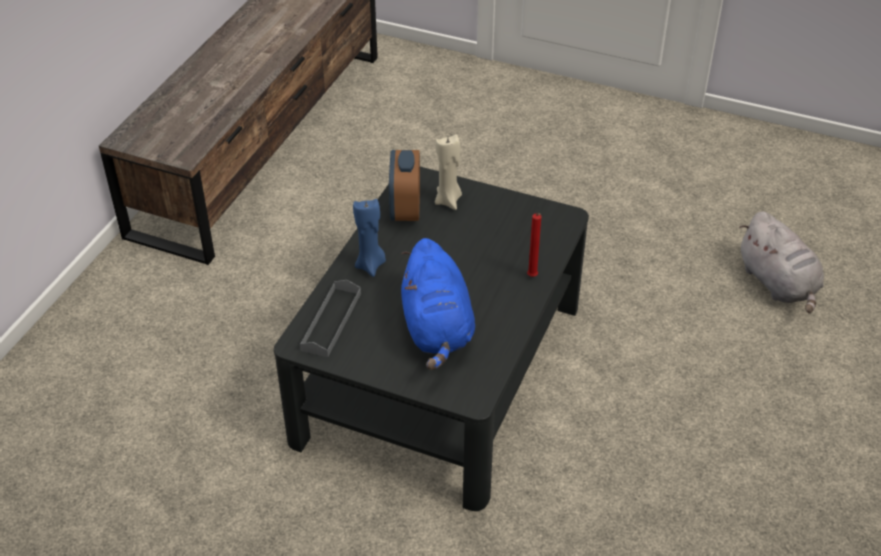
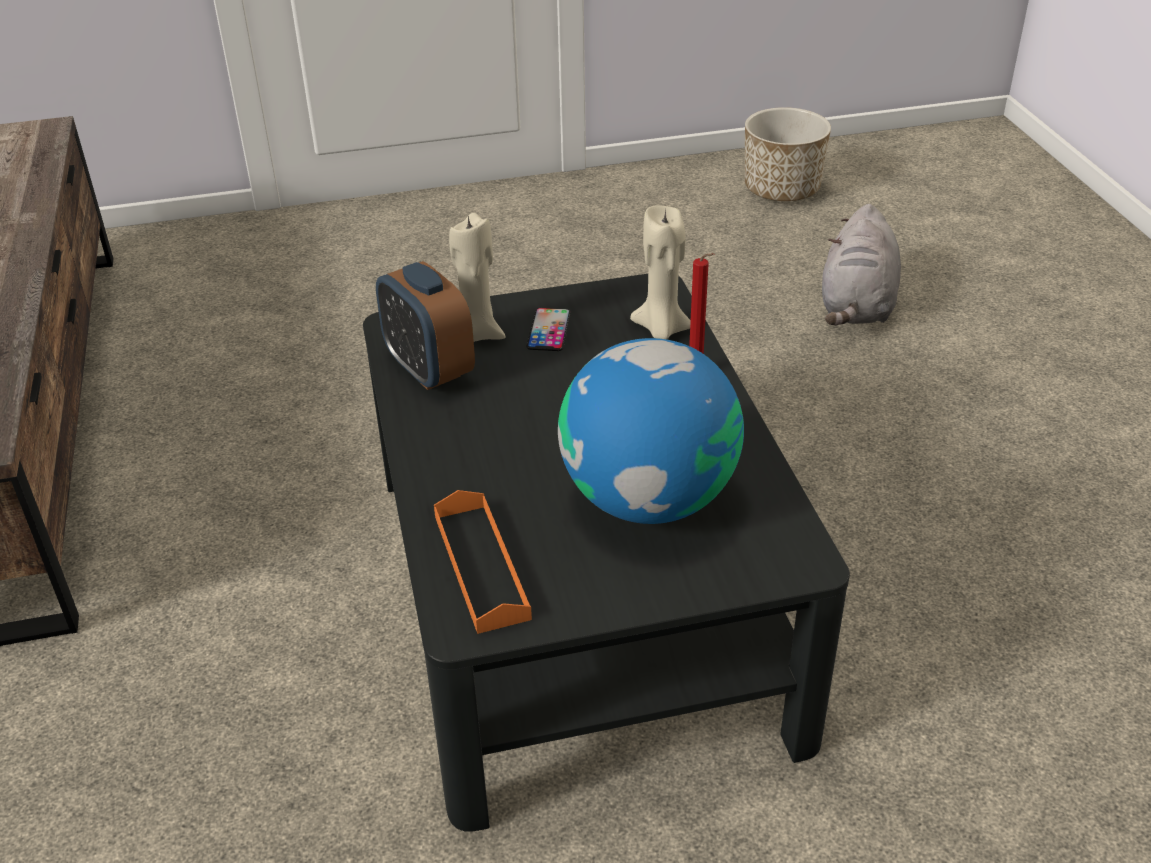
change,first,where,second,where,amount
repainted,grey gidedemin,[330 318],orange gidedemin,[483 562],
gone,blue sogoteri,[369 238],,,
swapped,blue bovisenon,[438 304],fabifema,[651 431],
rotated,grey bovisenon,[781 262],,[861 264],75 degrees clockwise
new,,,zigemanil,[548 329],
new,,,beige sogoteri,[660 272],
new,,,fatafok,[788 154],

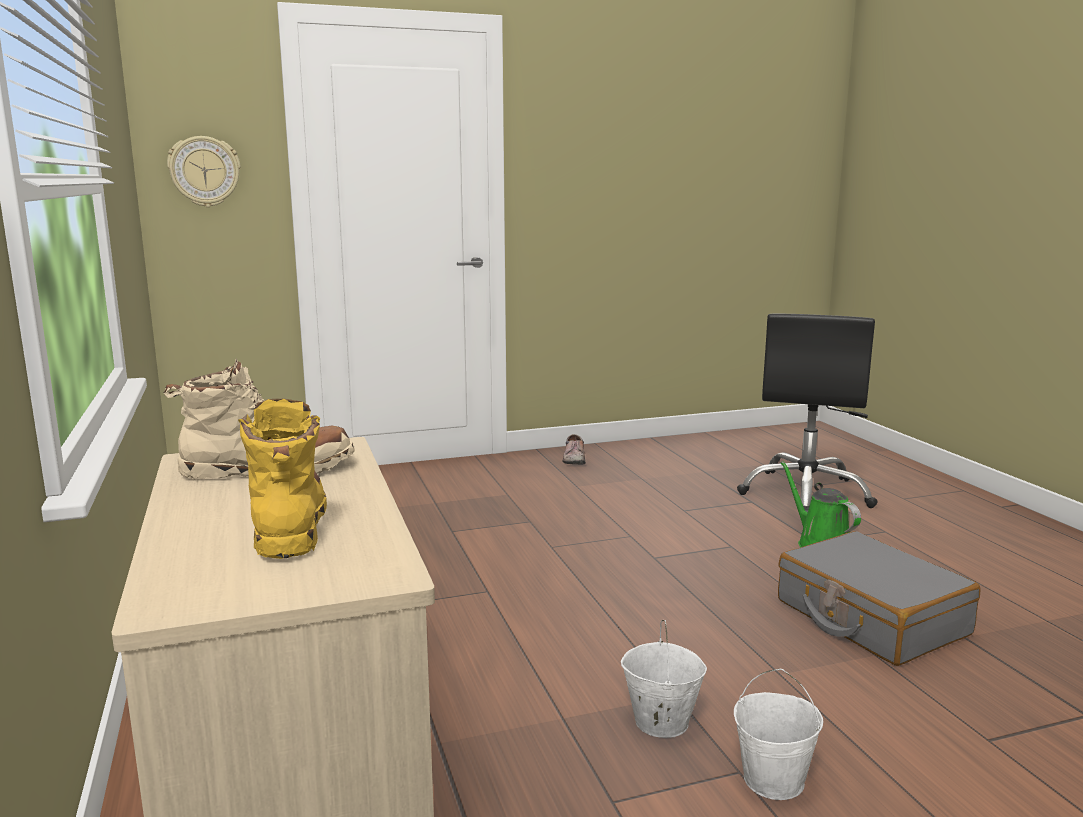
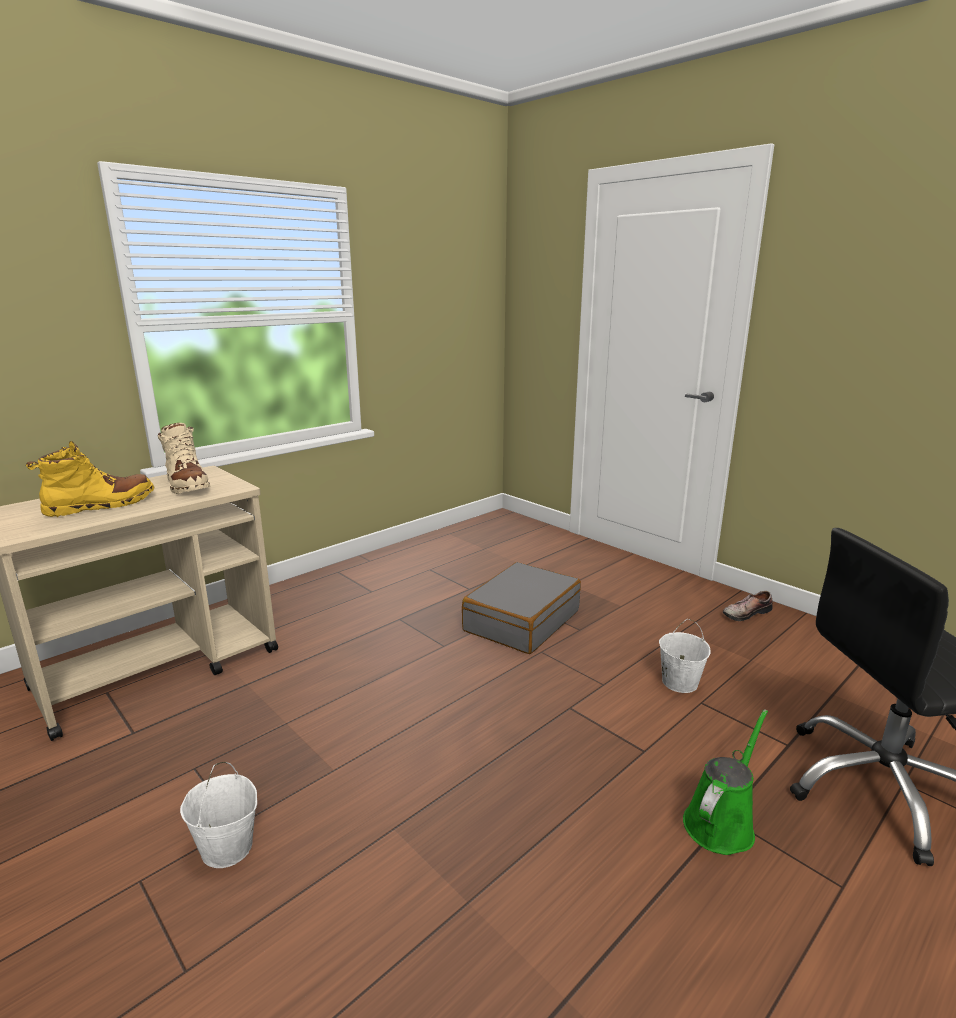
change,first,where,second,where,amount
gone,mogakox,[204 171],,,
shifted,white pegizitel,[664 679],,[685 656],
shifted,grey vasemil,[879 598],,[521 608],

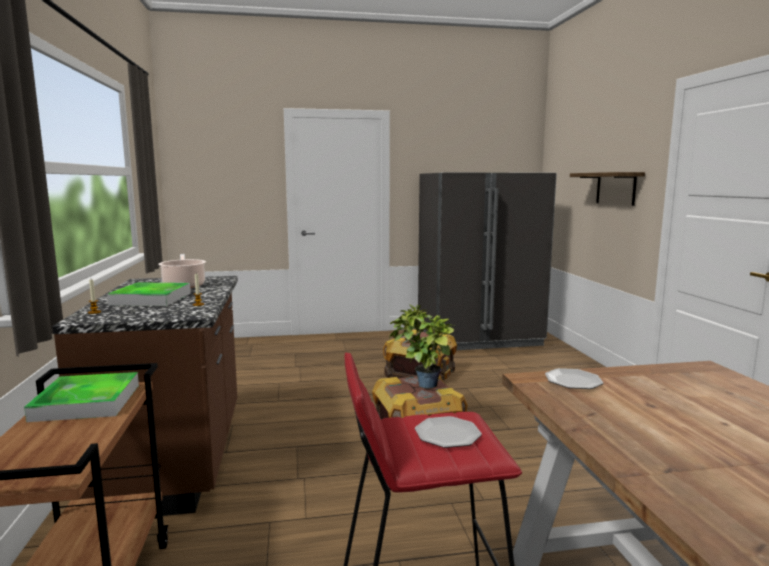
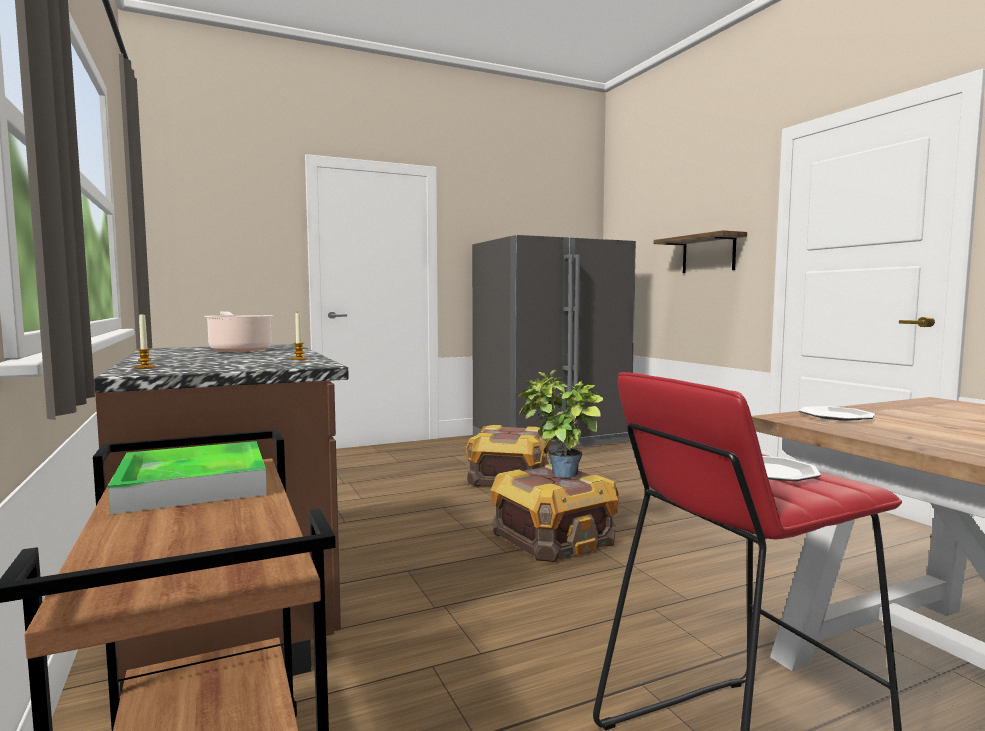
change,first,where,second,where,amount
gone,gidedemin,[149 294],,,

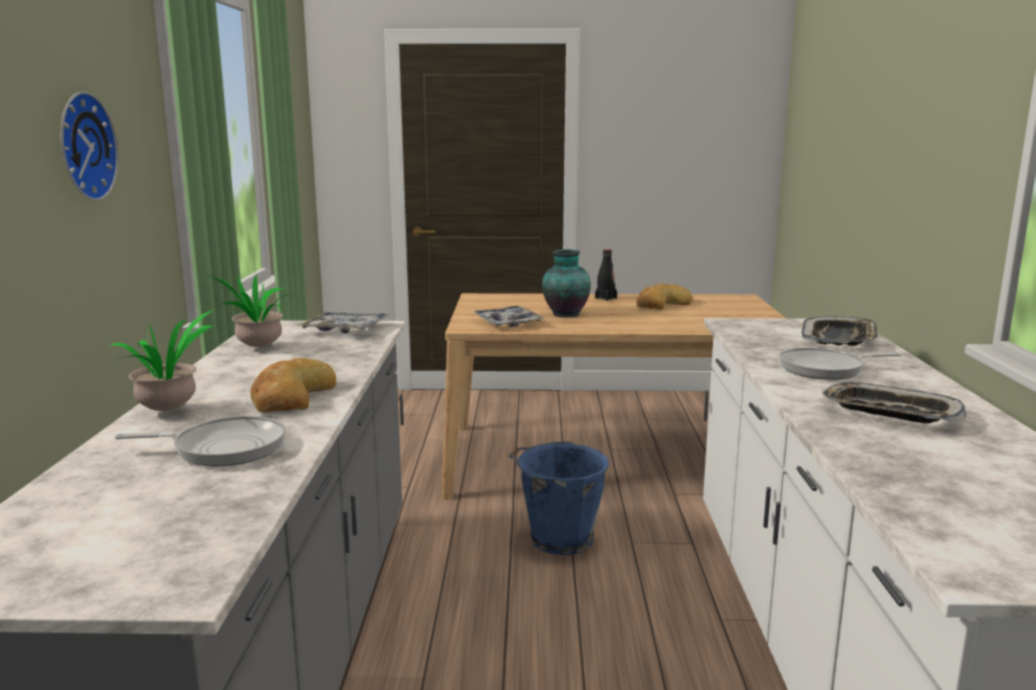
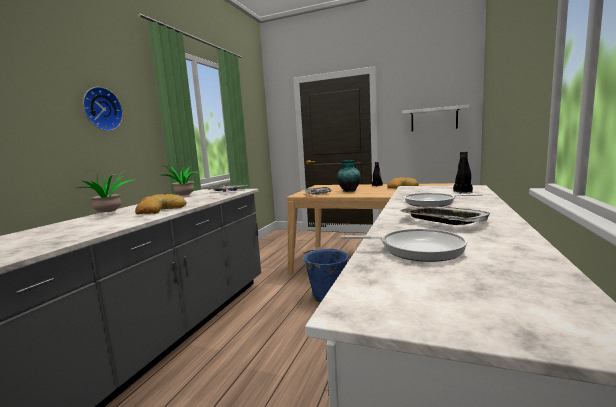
change,first,where,second,where,amount
shifted,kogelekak,[200 441],,[404 245],
swapped,gidedemin,[840 331],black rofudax,[463 172],
new,,,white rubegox,[435 118],

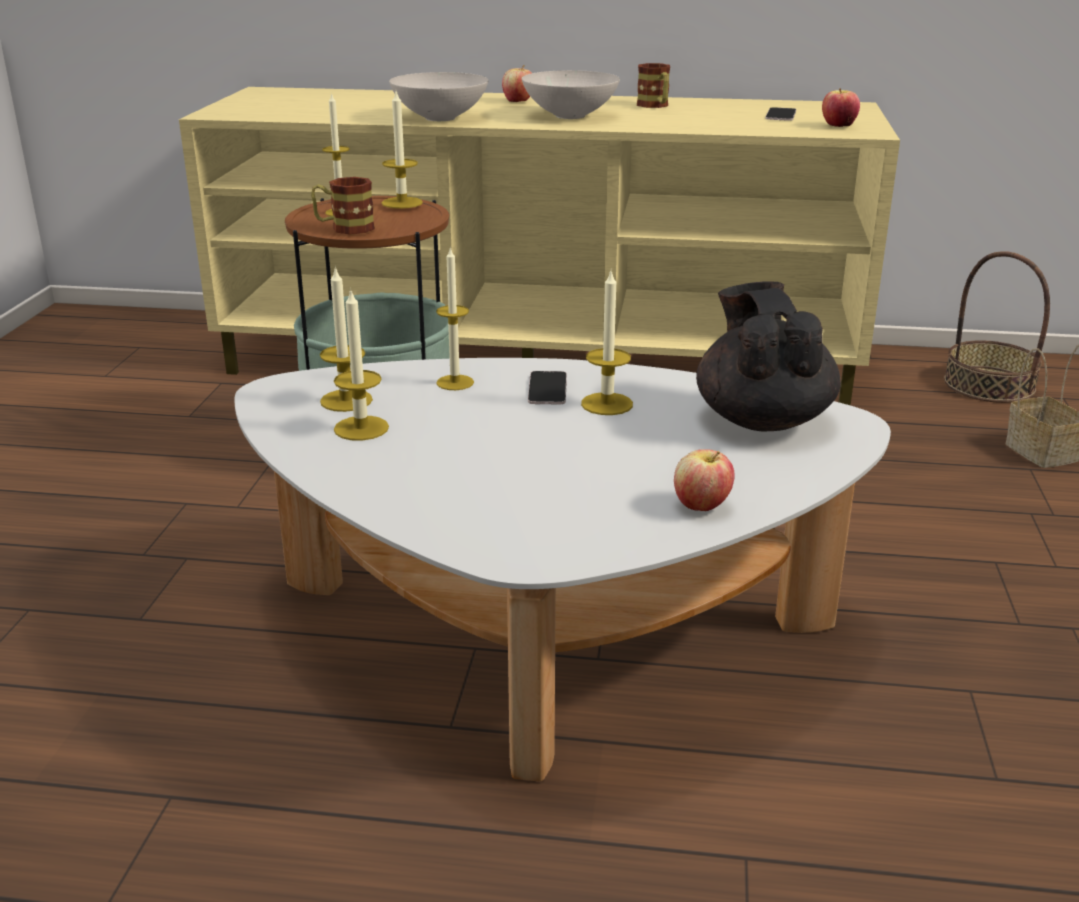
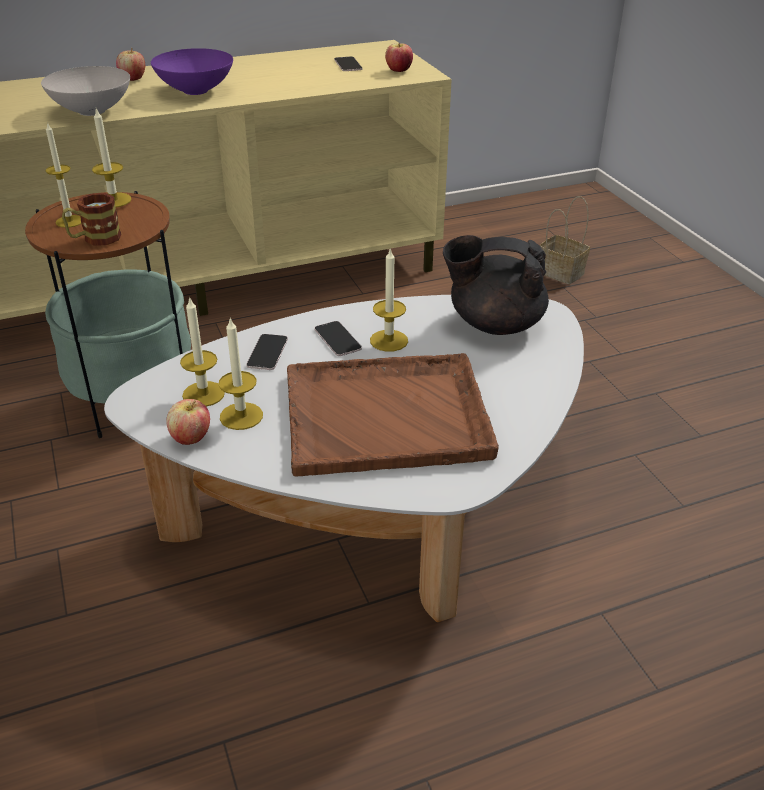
change,first,where,second,where,amount
swapped,sogoteri,[455 318],zigemanil,[267 352],
repainted,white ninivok,[571 94],purple ninivok,[192 71],
gone,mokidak,[653 85],,,
shifted,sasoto,[704 480],,[188 422],
rotated,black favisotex,[768 356],,[496 285],45 degrees counterclockwise
gone,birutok,[997 327],,,
new,,,brown gidedemin,[393 415],

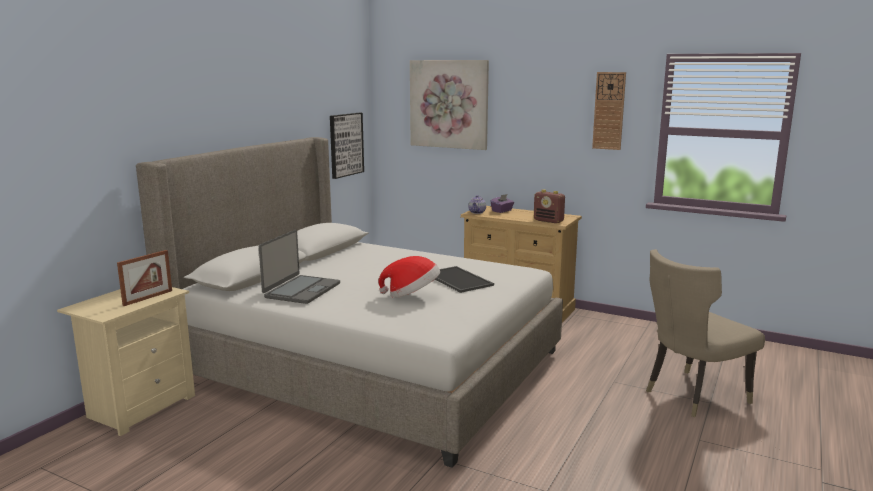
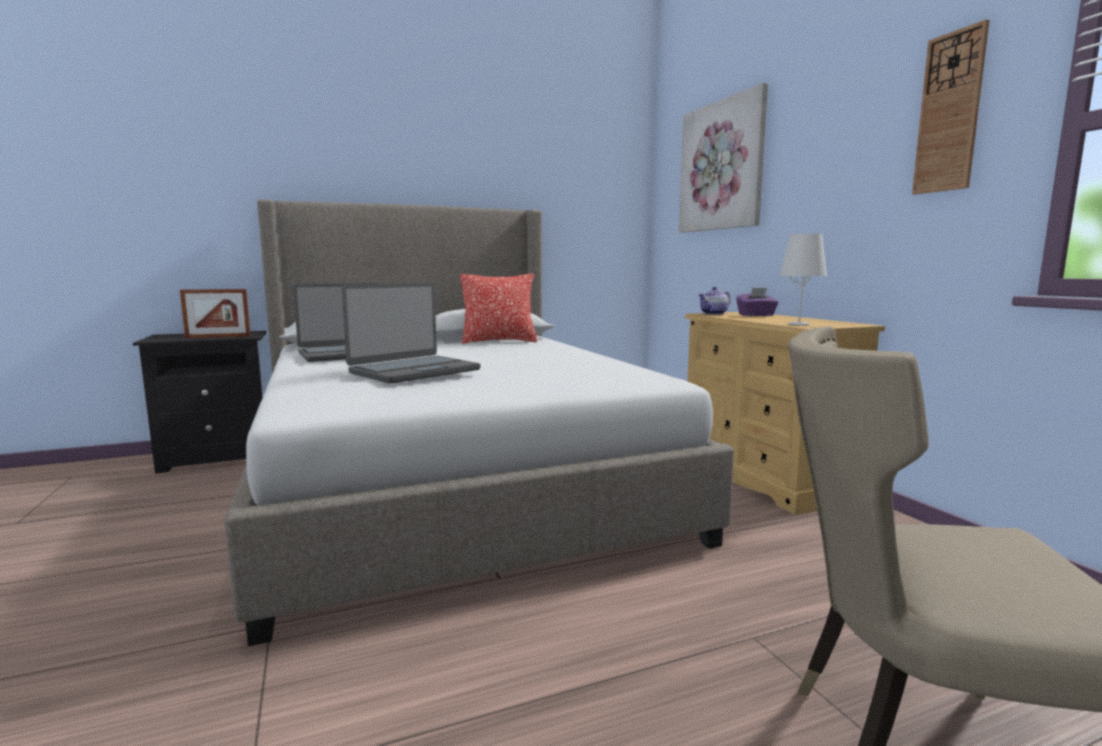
change,first,where,second,where,amount
repainted,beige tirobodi,[126 361],black tirobodi,[199 402],
gone,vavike,[347 146],,,
swapped,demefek,[409 277],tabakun,[411 333],
gone,gidedemin,[464 279],,,
swapped,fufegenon,[549 206],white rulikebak,[803 279],
new,,,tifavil,[498 309],

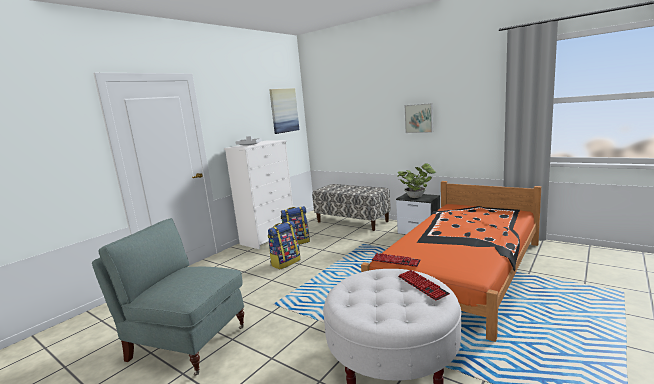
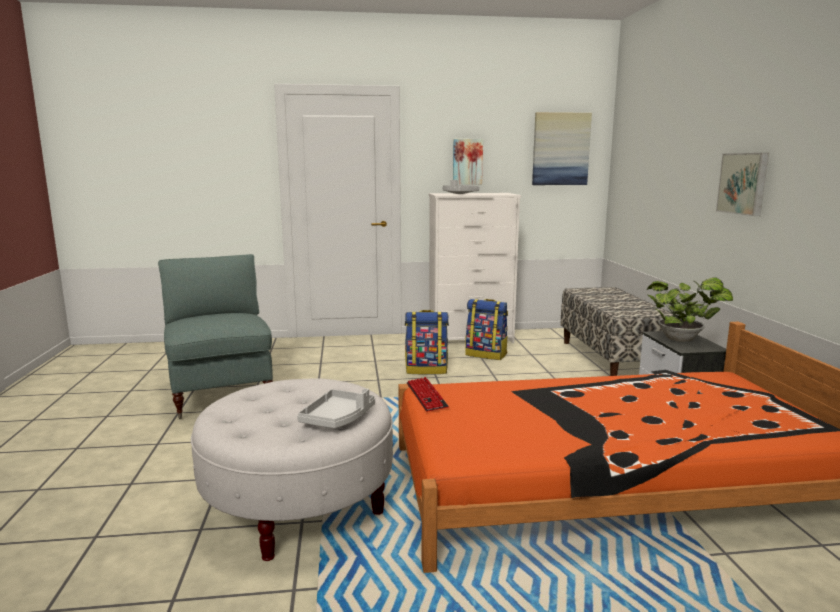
change,first,where,second,where,amount
swapped,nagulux,[424 285],grey gidedemin,[336 408],
new,,,vavike,[468 162],

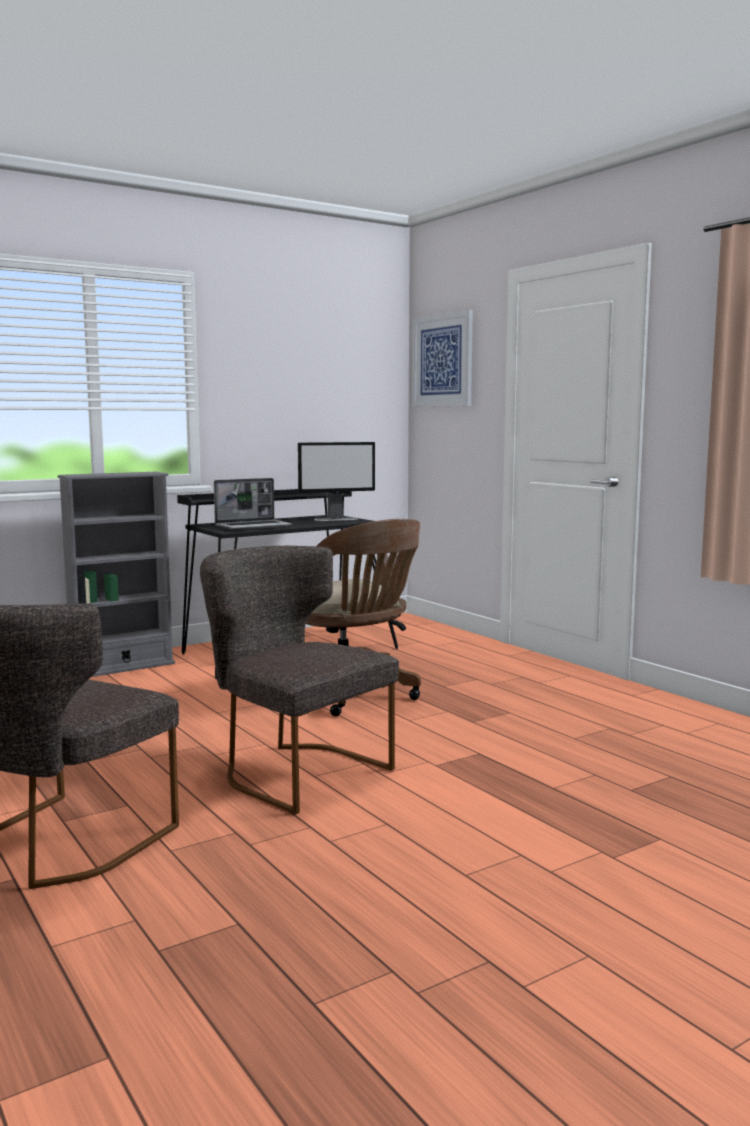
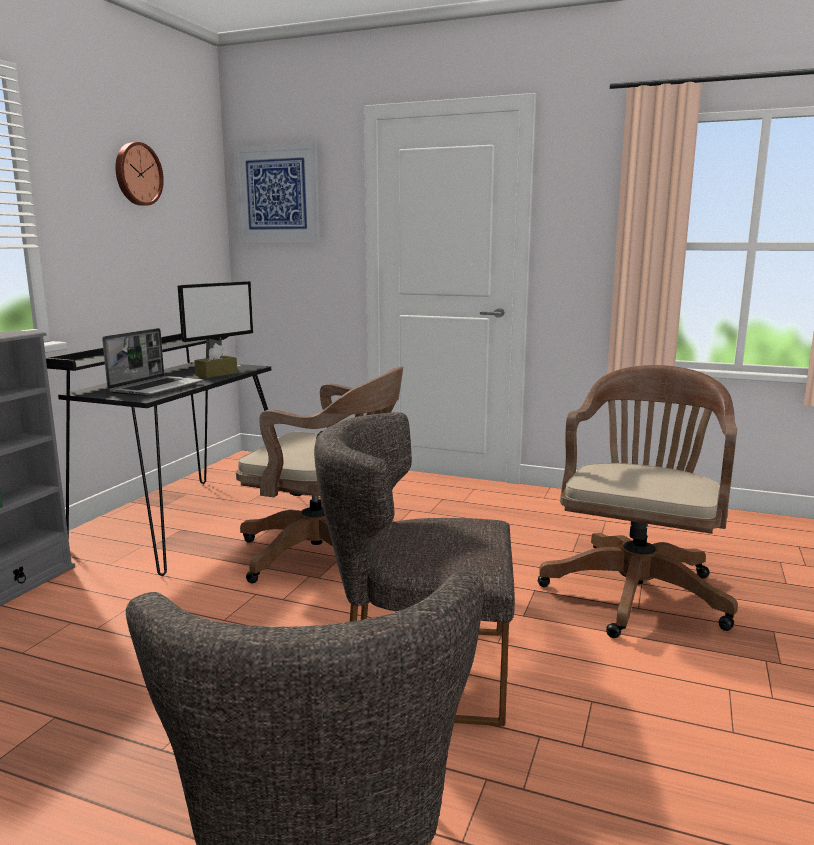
change,first,where,second,where,amount
new,,,mogakox,[139 174],
new,,,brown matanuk,[215 360],
new,,,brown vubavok,[637 501],

